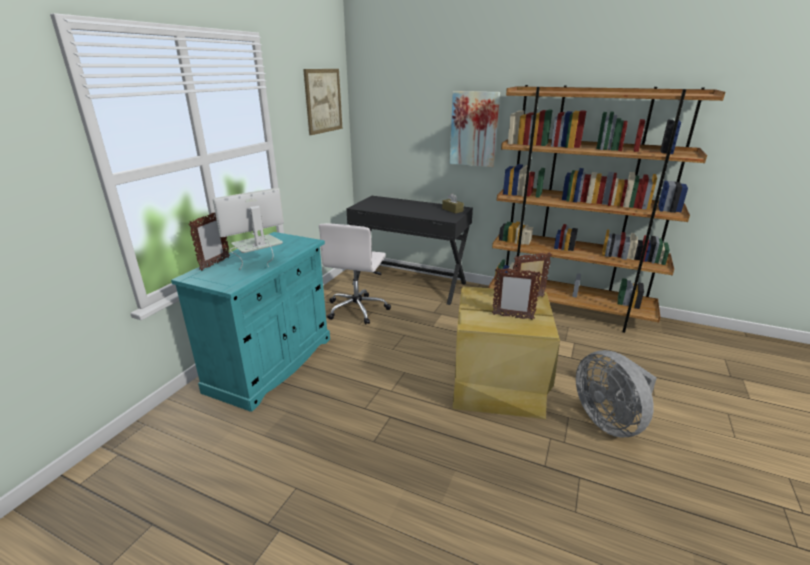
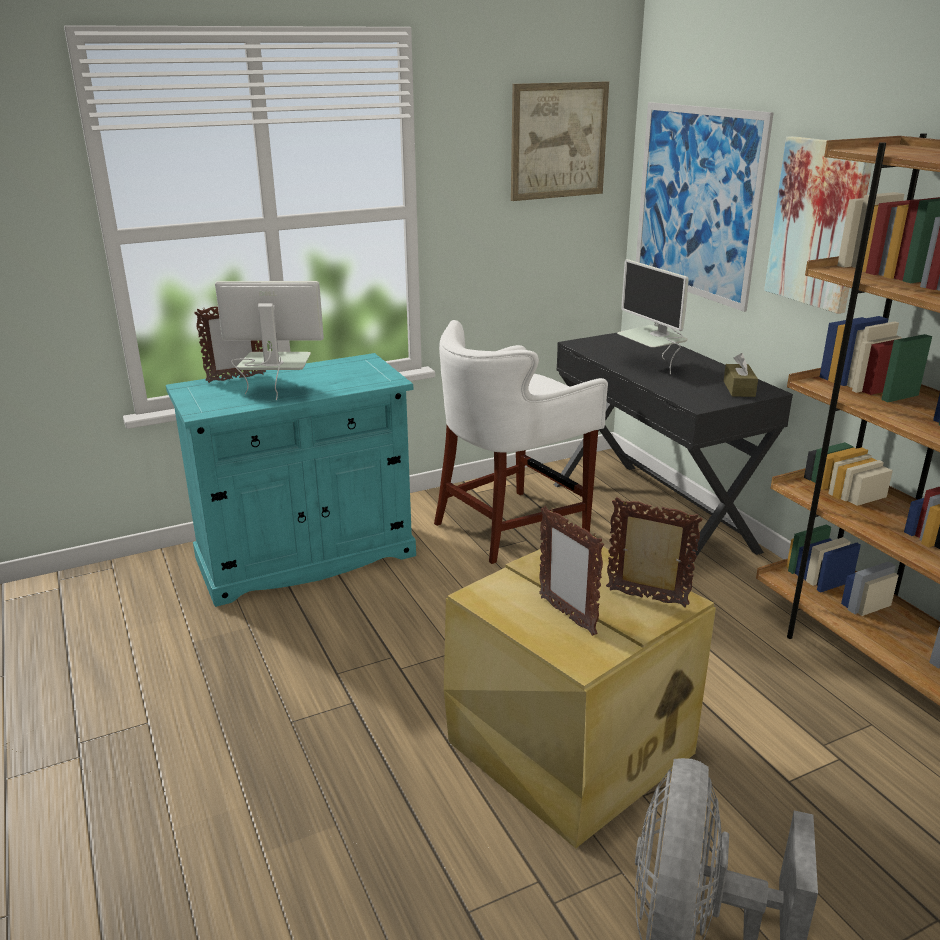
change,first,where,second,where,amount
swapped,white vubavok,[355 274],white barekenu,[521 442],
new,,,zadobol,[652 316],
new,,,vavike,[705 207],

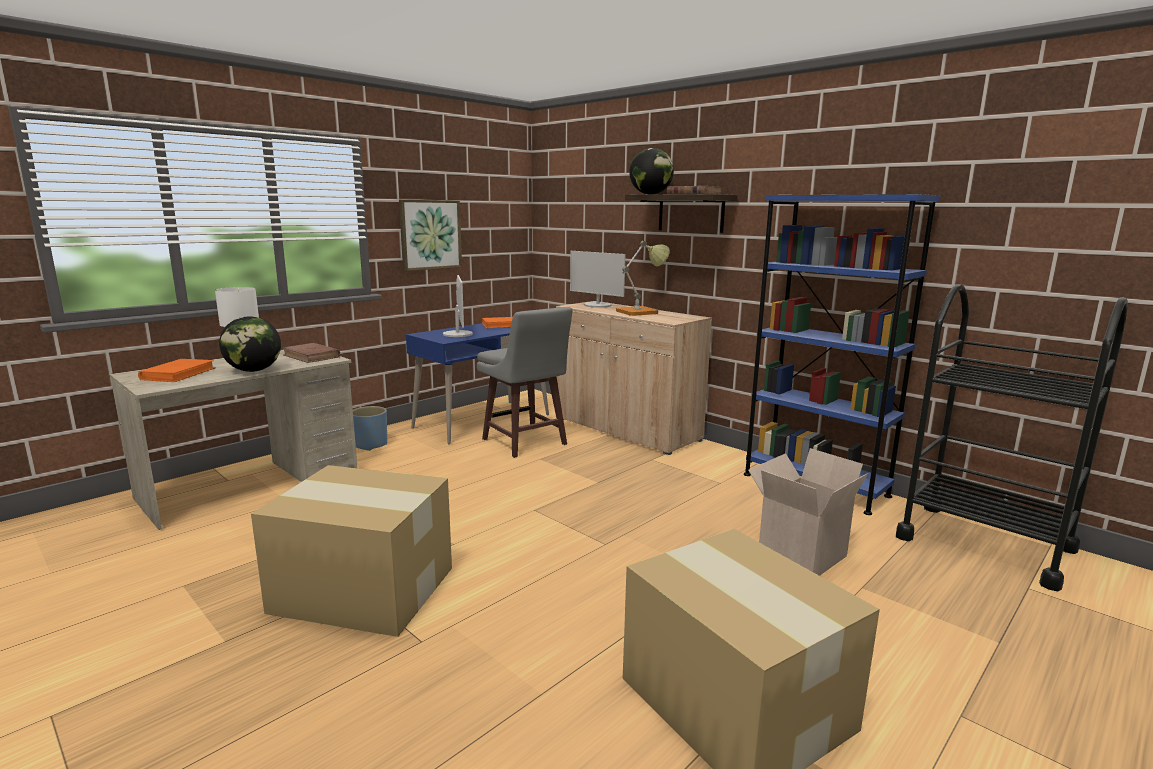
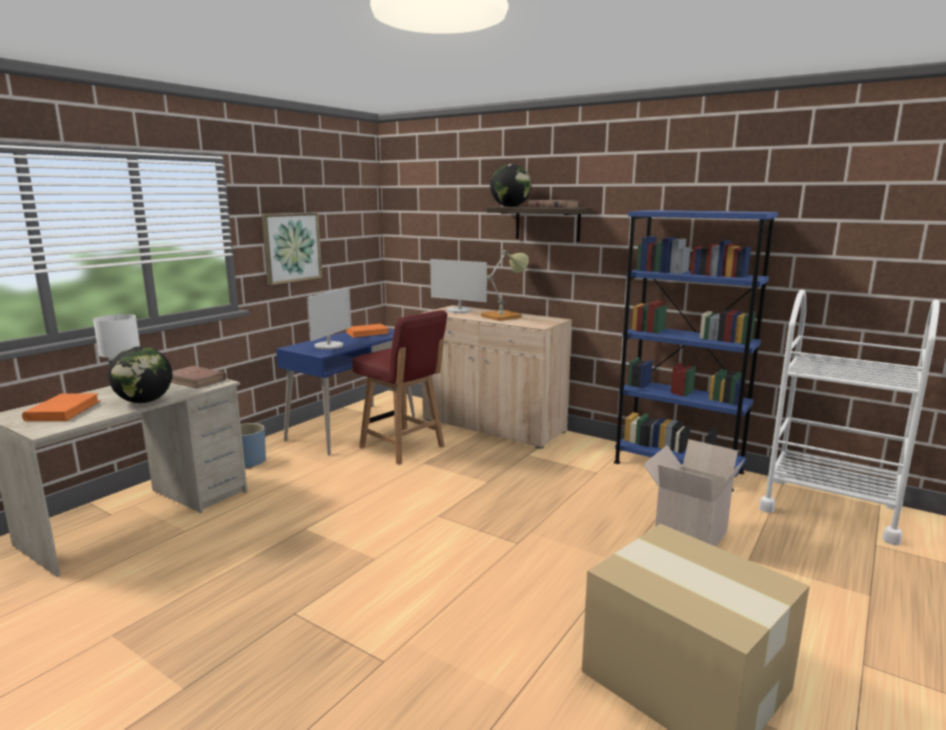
change,first,where,second,where,amount
gone,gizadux,[351 551],,,
rotated,zadobol,[458 306],,[329 318],45 degrees clockwise
swapped,grey barekenu,[525 382],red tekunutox,[399 387],
repainted,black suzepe,[1012 438],white suzepe,[849 417],

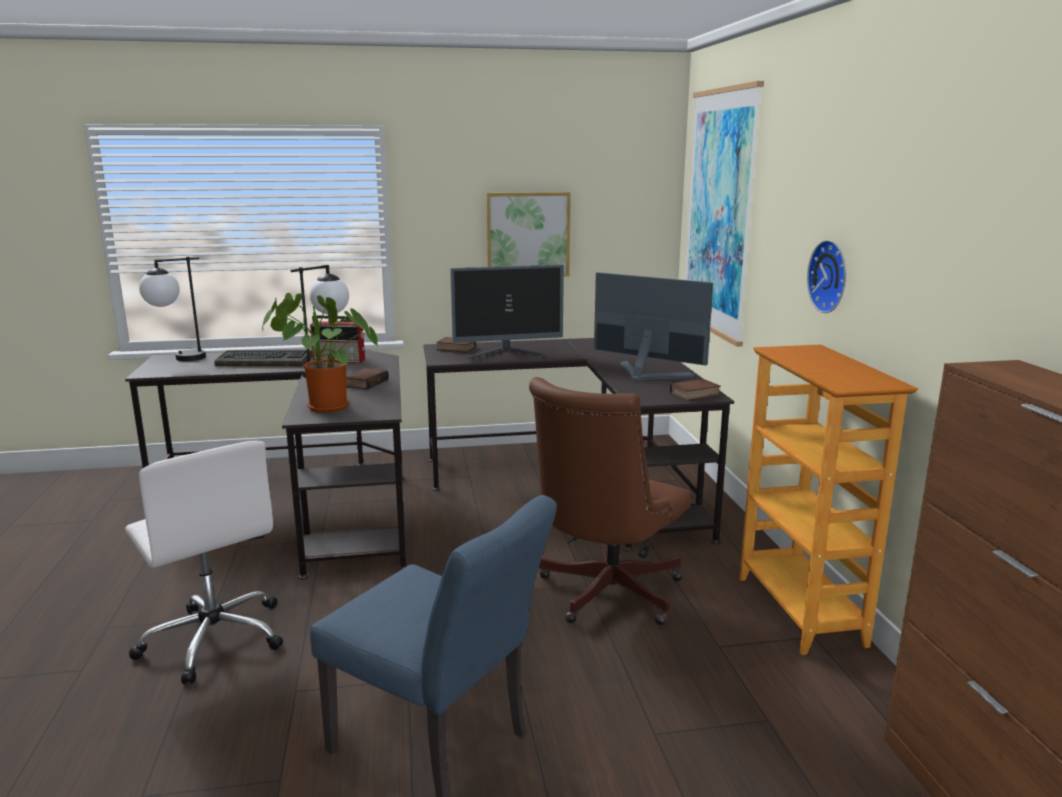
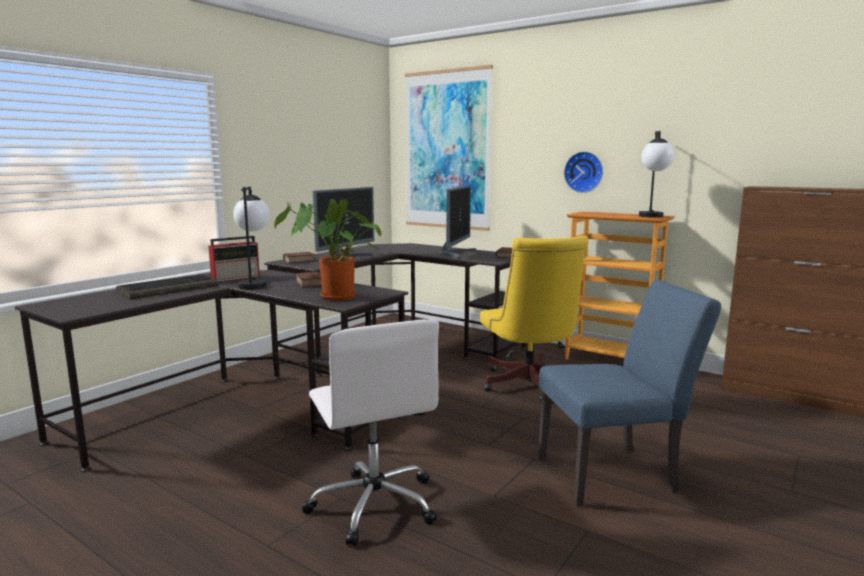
change,first,where,second,where,amount
rotated,white vubavok,[204 562],,[370 433],60 degrees clockwise
shifted,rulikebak,[172 309],,[656 174],
gone,vavike,[528 234],,,
repainted,brown vubavok,[610 501],yellow vubavok,[534 318],
rotated,zadobol,[653 326],,[457 222],120 degrees clockwise

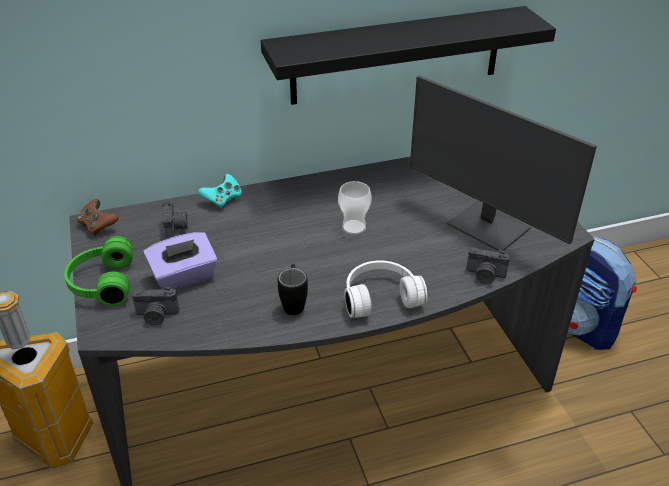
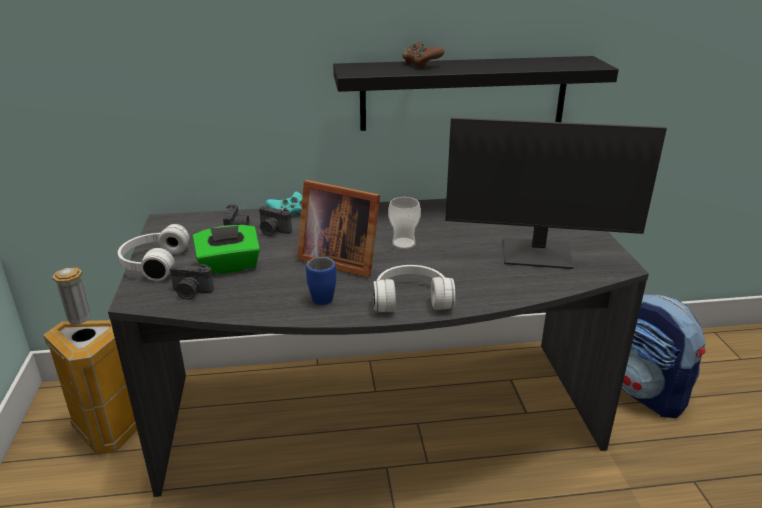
change,first,where,second,where,amount
repainted,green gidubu,[98 271],white gidubu,[153 252],
shifted,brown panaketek,[97 217],,[423 55],
repainted,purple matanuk,[180 261],green matanuk,[226 250],
repainted,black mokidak,[293 289],blue mokidak,[321 280],
rotated,zadobol,[503 163],,[556 193],45 degrees counterclockwise
shifted,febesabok,[488 265],,[275 221],
new,,,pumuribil,[338 229],

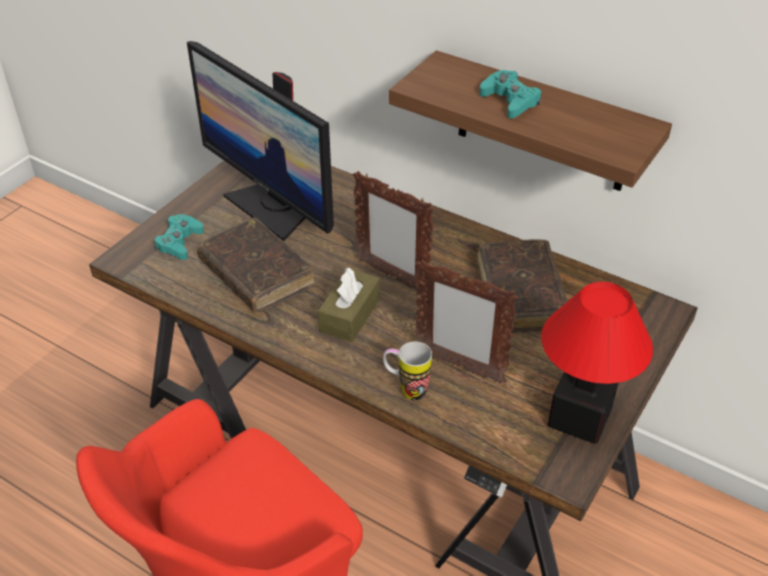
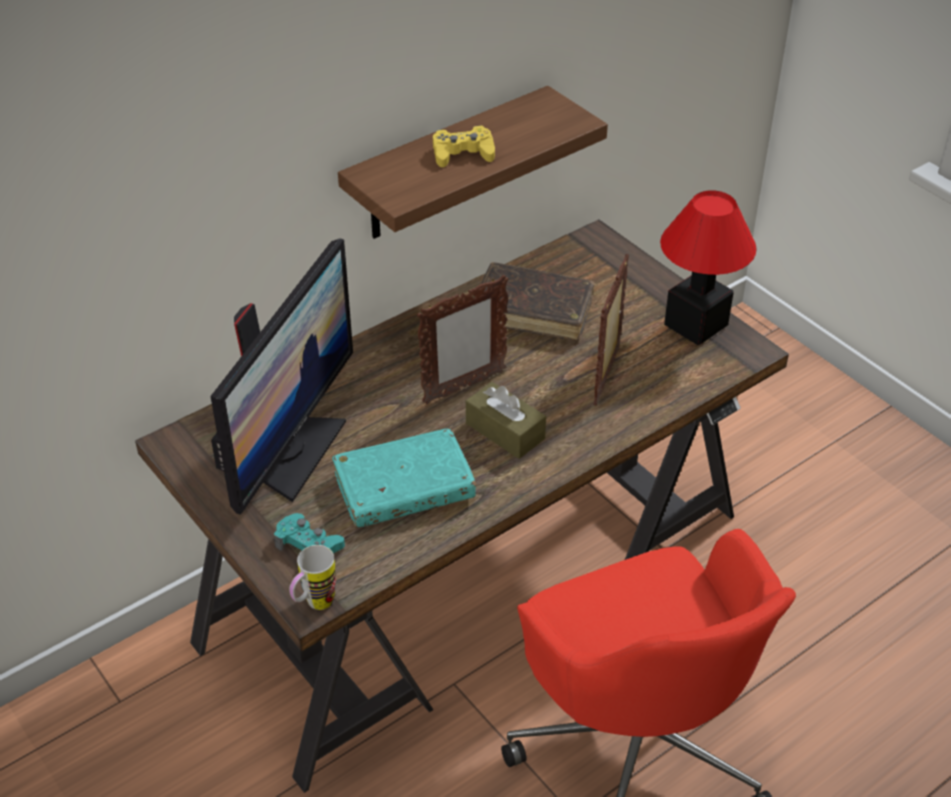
change,first,where,second,where,amount
rotated,zadobol,[260 141],,[281 376],45 degrees counterclockwise
repainted,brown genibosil,[256 265],turquoise genibosil,[404 478],
shifted,mokidak,[407 370],,[313 577],
rotated,pumuribil,[467 321],,[611 329],150 degrees clockwise
repainted,turquoise panaketek,[510 94],yellow panaketek,[464 146],

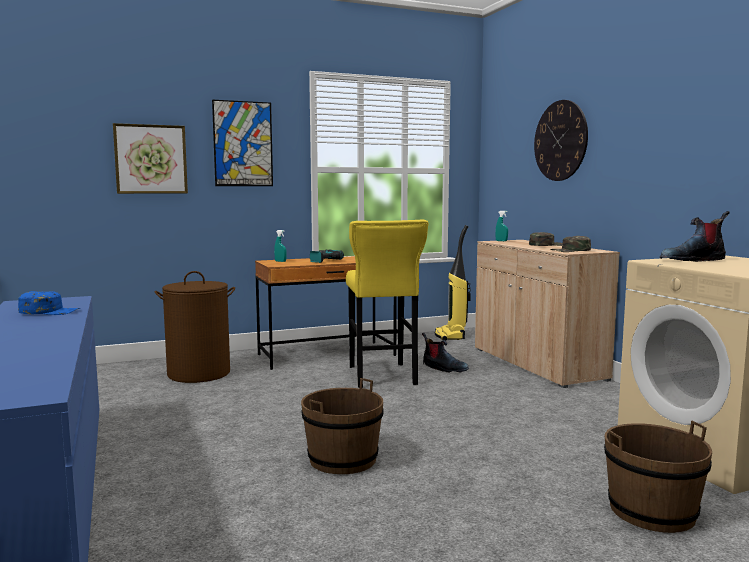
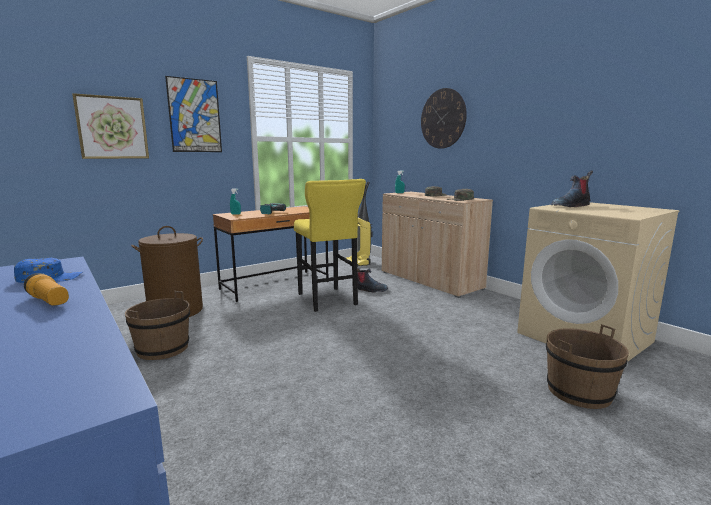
change,first,where,second,where,amount
shifted,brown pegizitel,[342 426],,[157 325],
new,,,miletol,[46 289],

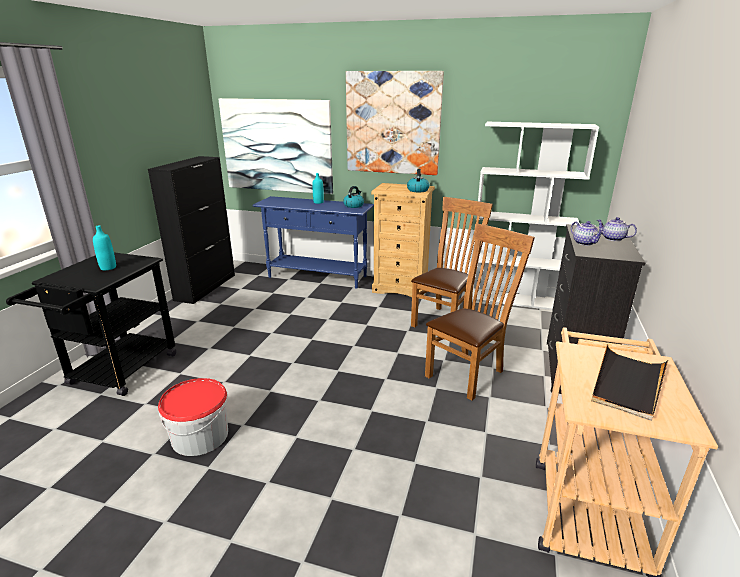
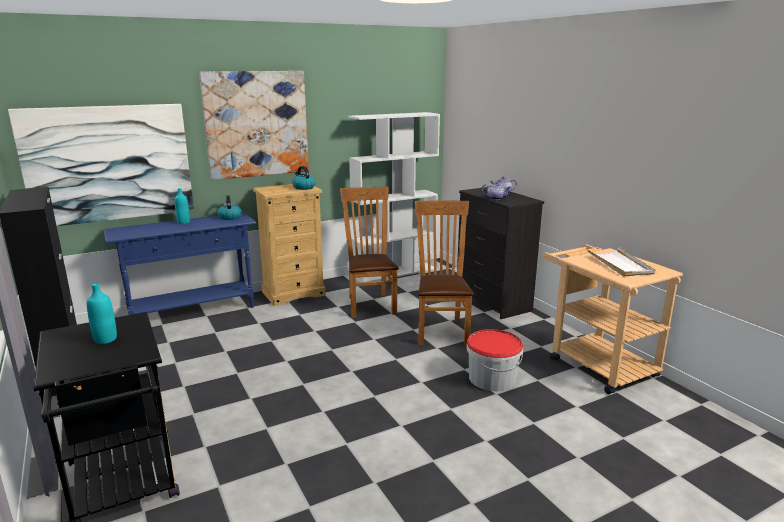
change,first,where,second,where,amount
shifted,pegizitel,[193 417],,[495 360],
repainted,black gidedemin,[629 382],white gidedemin,[621 262],

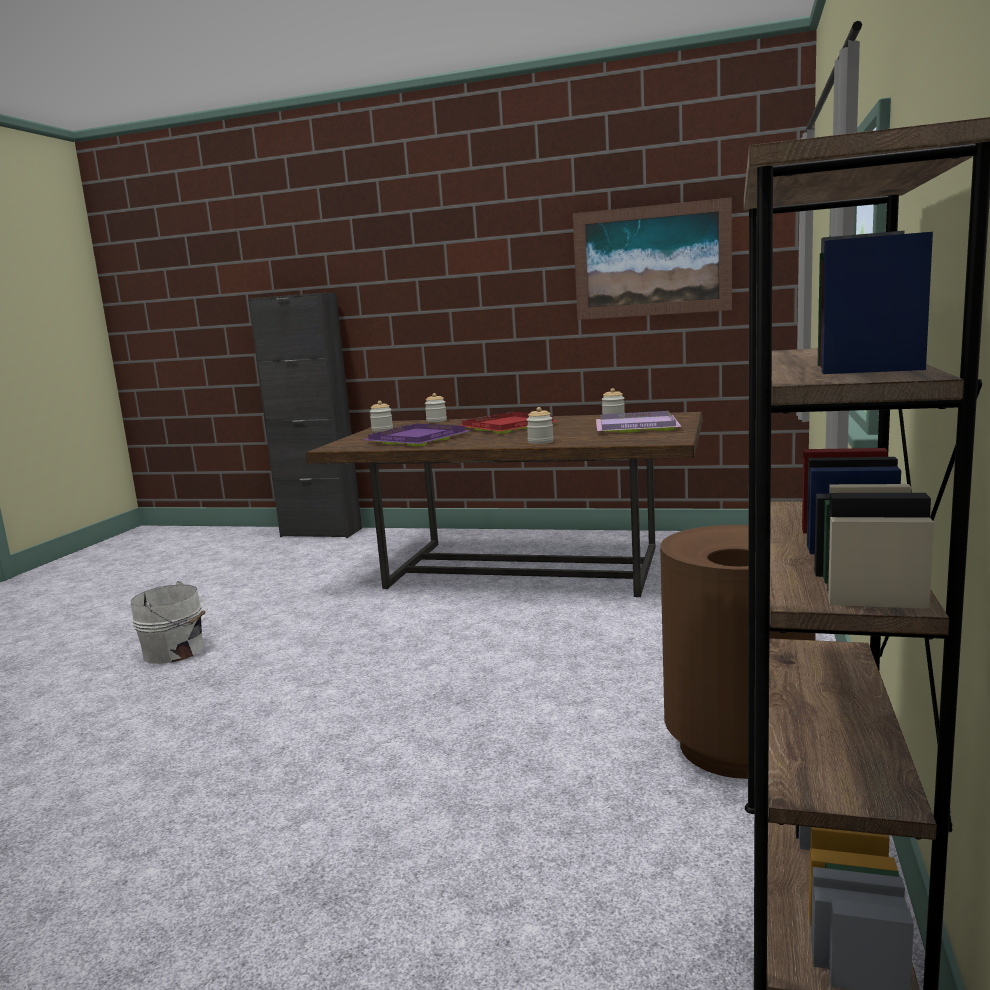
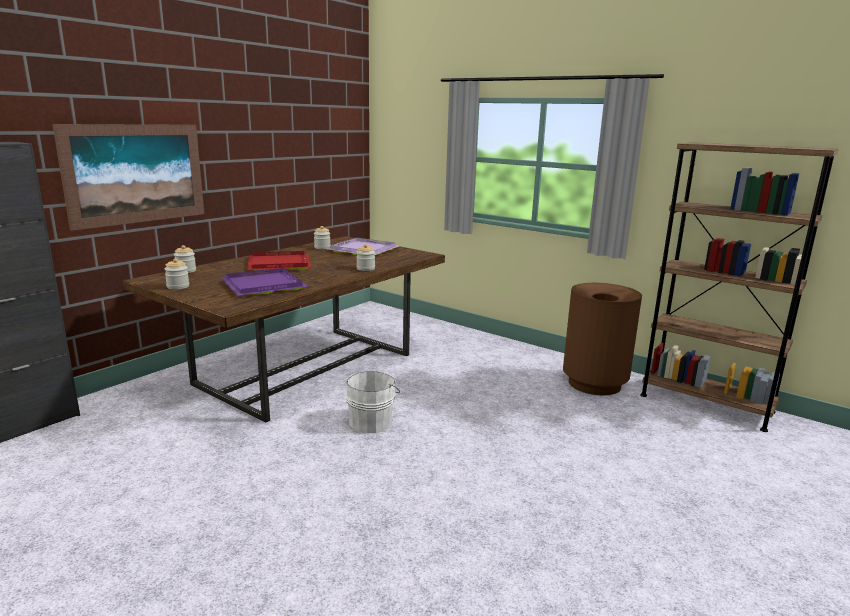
change,first,where,second,where,amount
shifted,white pegizitel,[169 622],,[373 402],
shifted,vavike,[652 258],,[128 177],

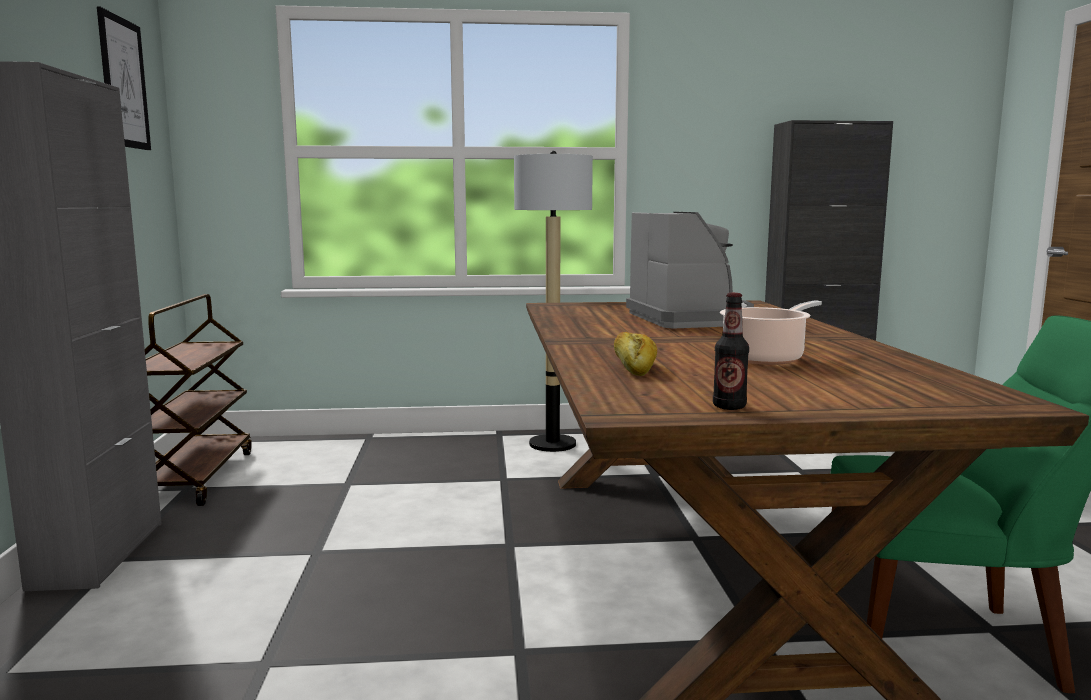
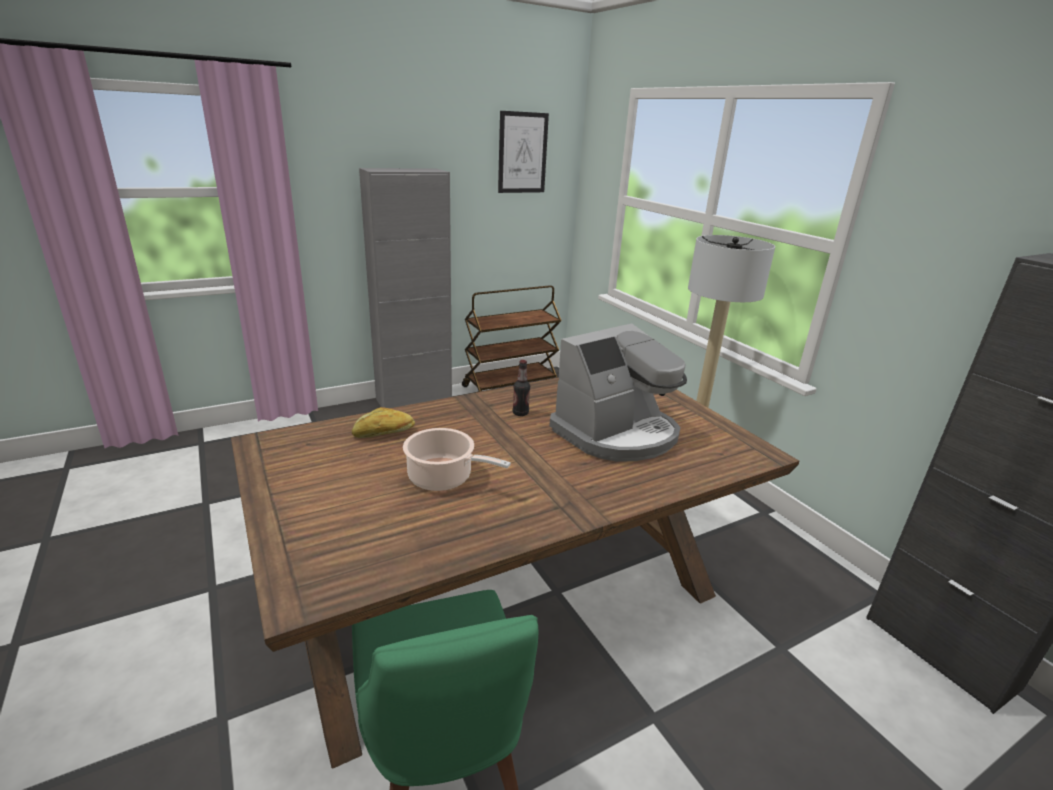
change,first,where,second,where,amount
shifted,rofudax,[731 351],,[521 388],

